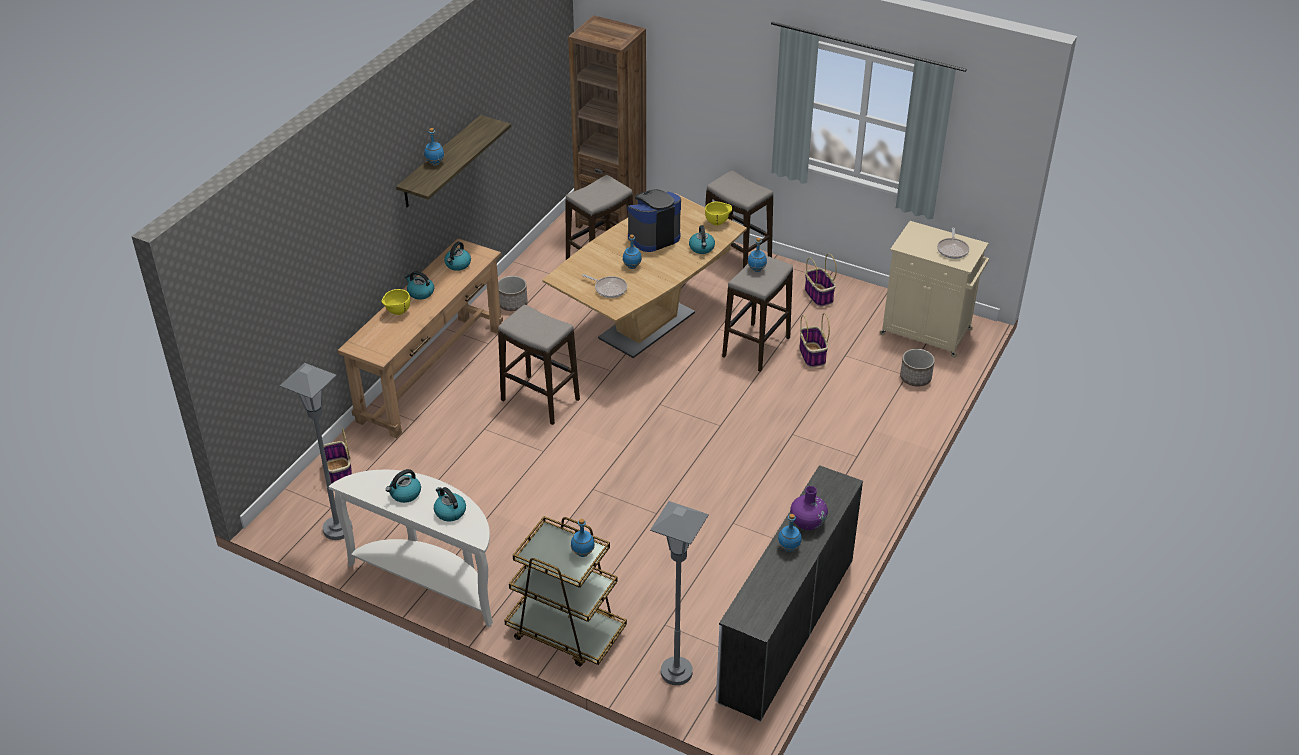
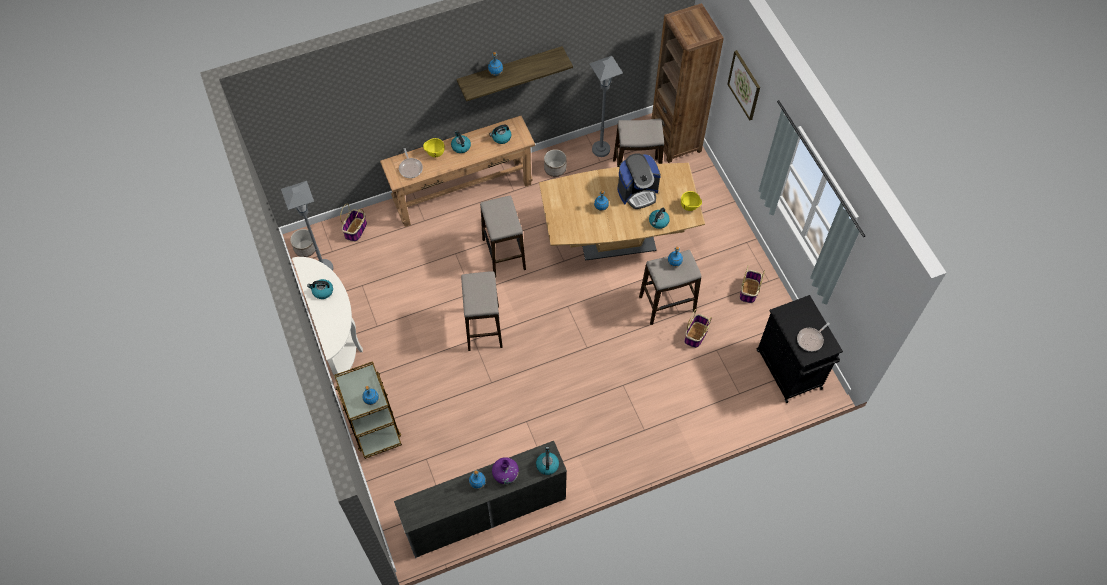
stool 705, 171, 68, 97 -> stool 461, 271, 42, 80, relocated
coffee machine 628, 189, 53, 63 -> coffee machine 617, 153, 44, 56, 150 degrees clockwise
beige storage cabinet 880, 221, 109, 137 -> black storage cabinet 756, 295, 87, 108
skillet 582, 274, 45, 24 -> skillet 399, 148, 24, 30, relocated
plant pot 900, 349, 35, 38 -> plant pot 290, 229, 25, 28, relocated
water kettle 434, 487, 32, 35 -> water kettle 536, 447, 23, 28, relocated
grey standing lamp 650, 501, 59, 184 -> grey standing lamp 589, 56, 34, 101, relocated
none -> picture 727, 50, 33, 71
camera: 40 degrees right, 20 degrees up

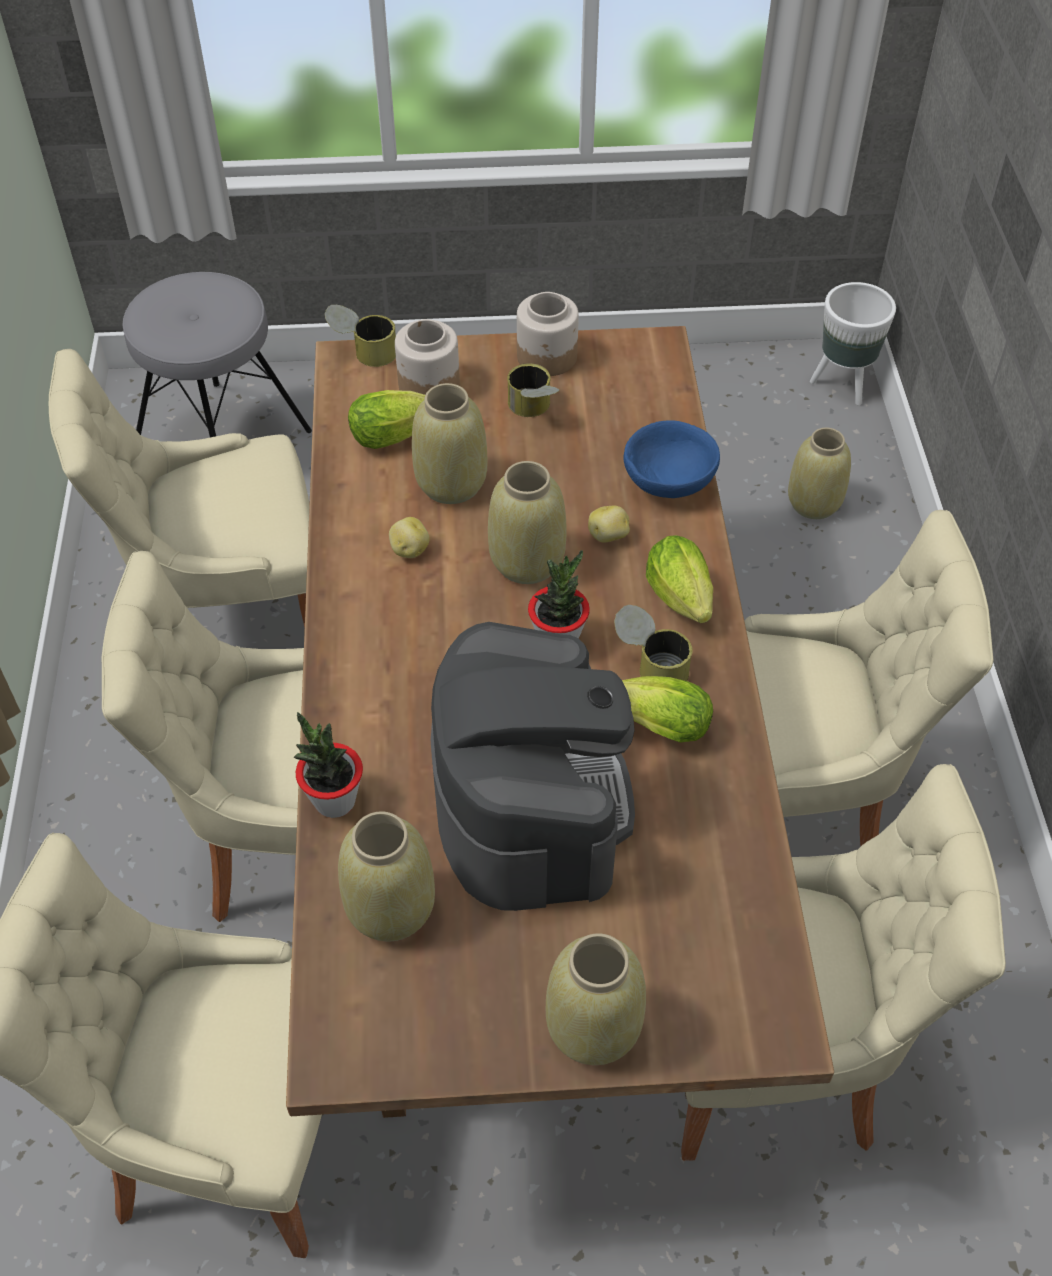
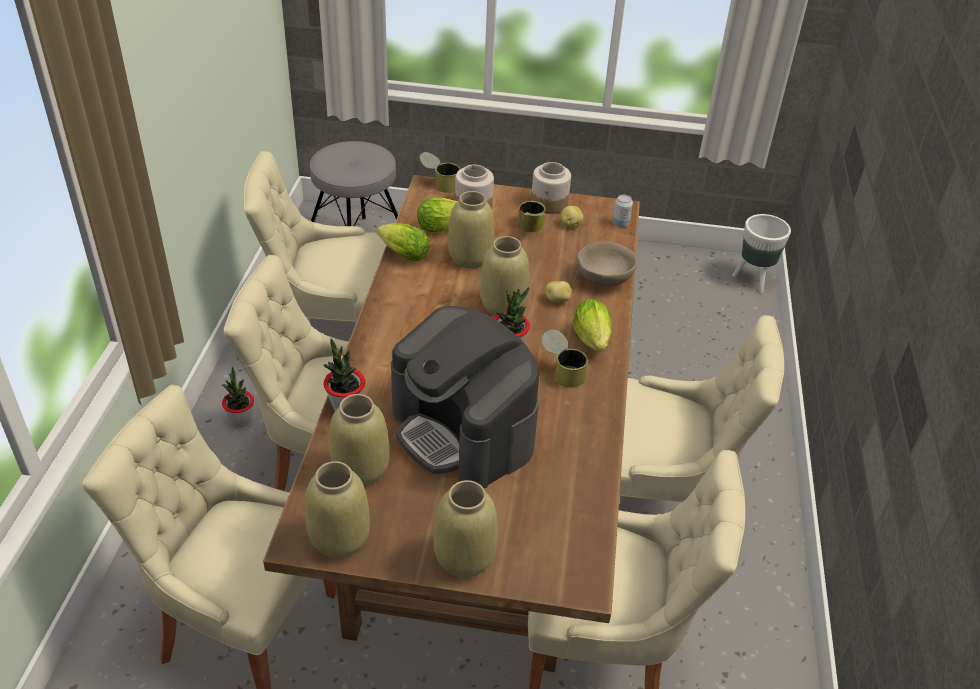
blue bowl 624, 420, 96, 78 -> beige bowl 576, 241, 61, 46
beige flower vase 788, 428, 63, 91 -> beige flower vase 305, 461, 65, 97, relocated
spud 389, 517, 41, 41 -> spud 561, 206, 22, 22, relocated
coffee machine 431, 622, 204, 289 -> coffee machine 391, 306, 148, 182, 135 degrees clockwise
lettuce 622, 676, 91, 67 -> lettuce 377, 223, 53, 38, relocated
none -> metal can 613, 195, 20, 32
none -> houseplant 221, 367, 33, 60
camera: 10 degrees right, 10 degrees down

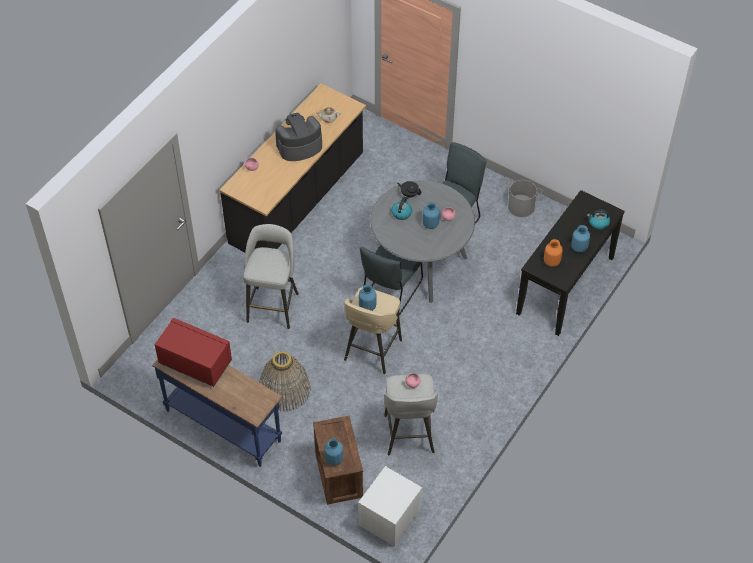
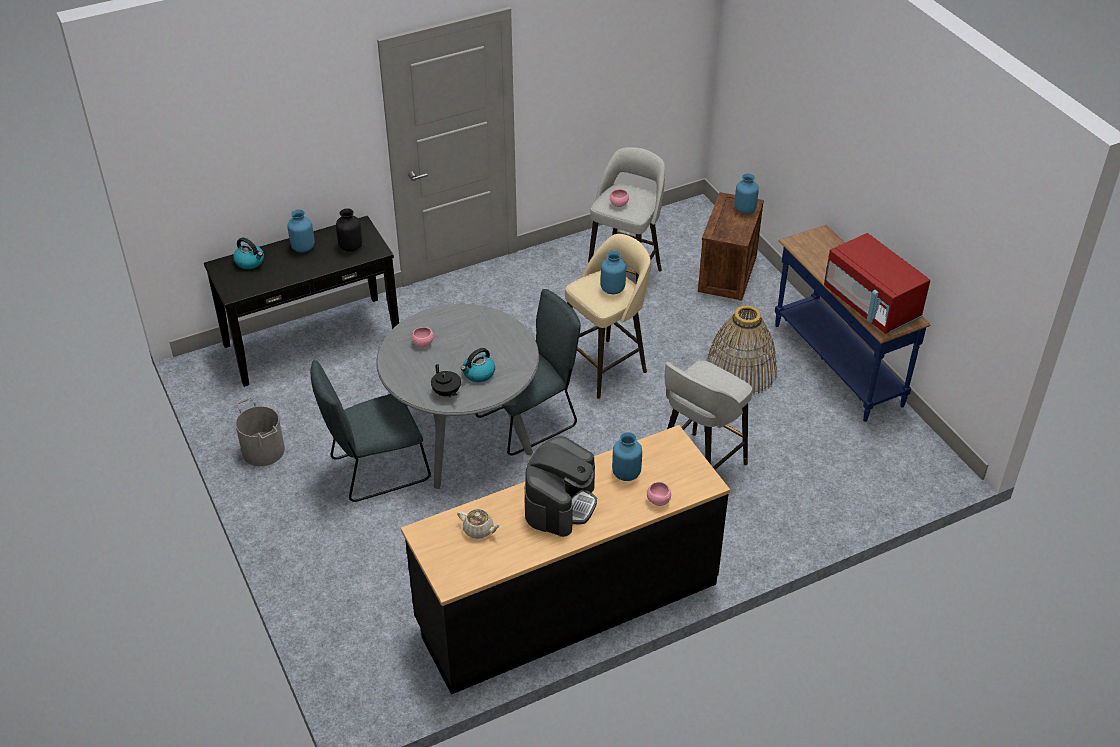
coffee machine 275, 113, 47, 48 -> coffee machine 525, 436, 72, 101, 75 degrees counterclockwise
blue flower vase 423, 202, 17, 27 -> blue flower vase 612, 432, 30, 49, relocated
orange flower vase 544, 239, 19, 28 -> black flower vase 336, 209, 26, 42
white-coloured night table 358, 466, 64, 81 -> none
camera: 150 degrees left, 10 degrees down

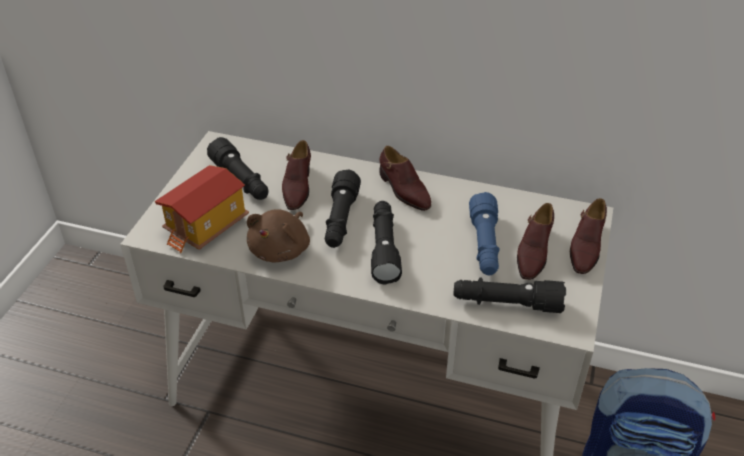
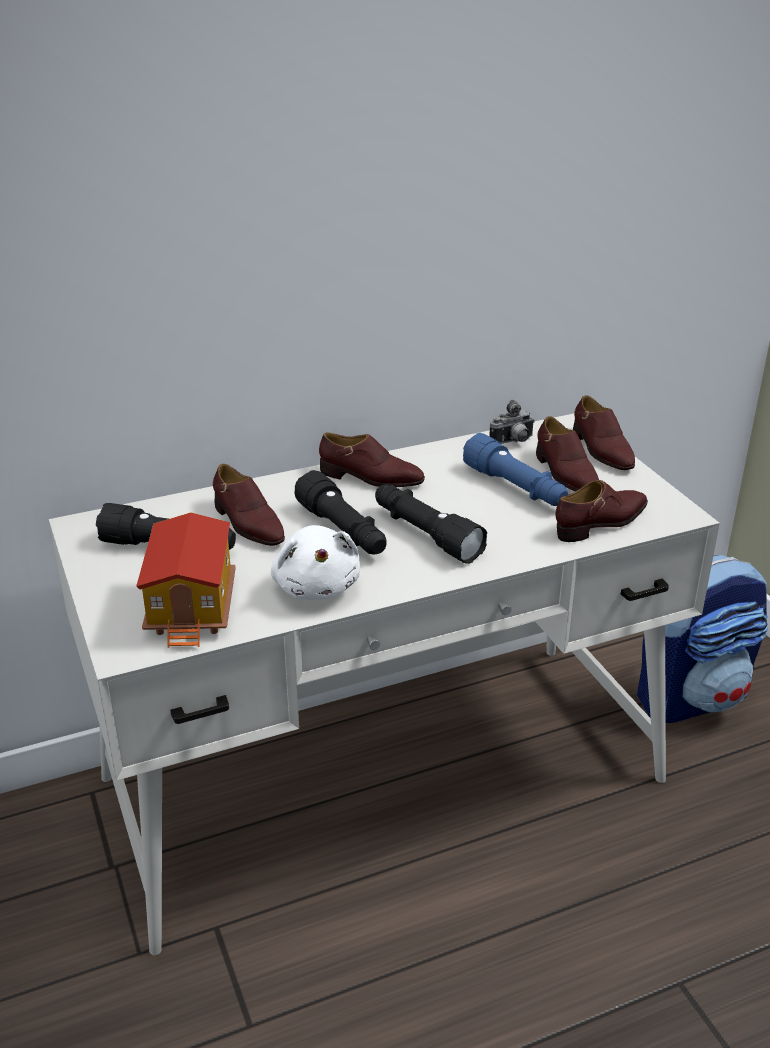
brown-coloured cuddly toy 247, 209, 63, 53 -> white-coloured cuddly toy 271, 525, 89, 75
black flashlight 454, 277, 112, 36 -> brown-coloured shoe 555, 480, 93, 62
none -> still camera 489, 400, 46, 44
camera: 40 degrees left, 10 degrees down

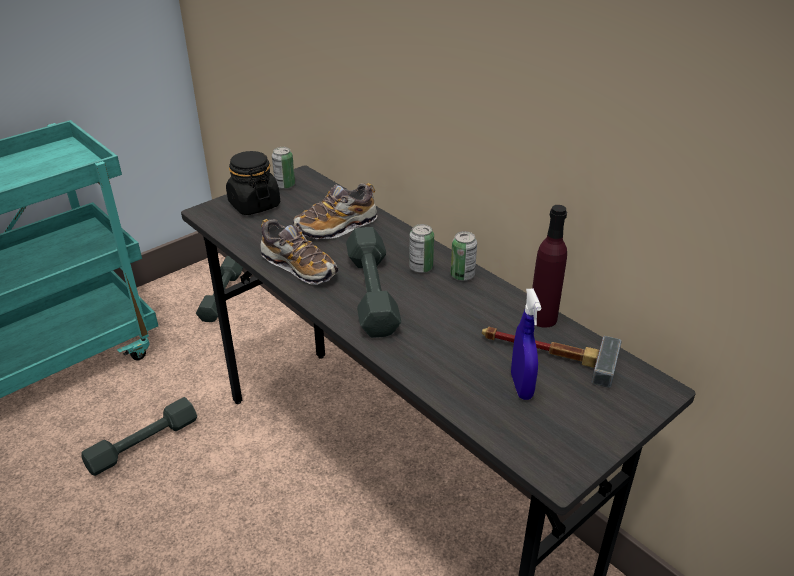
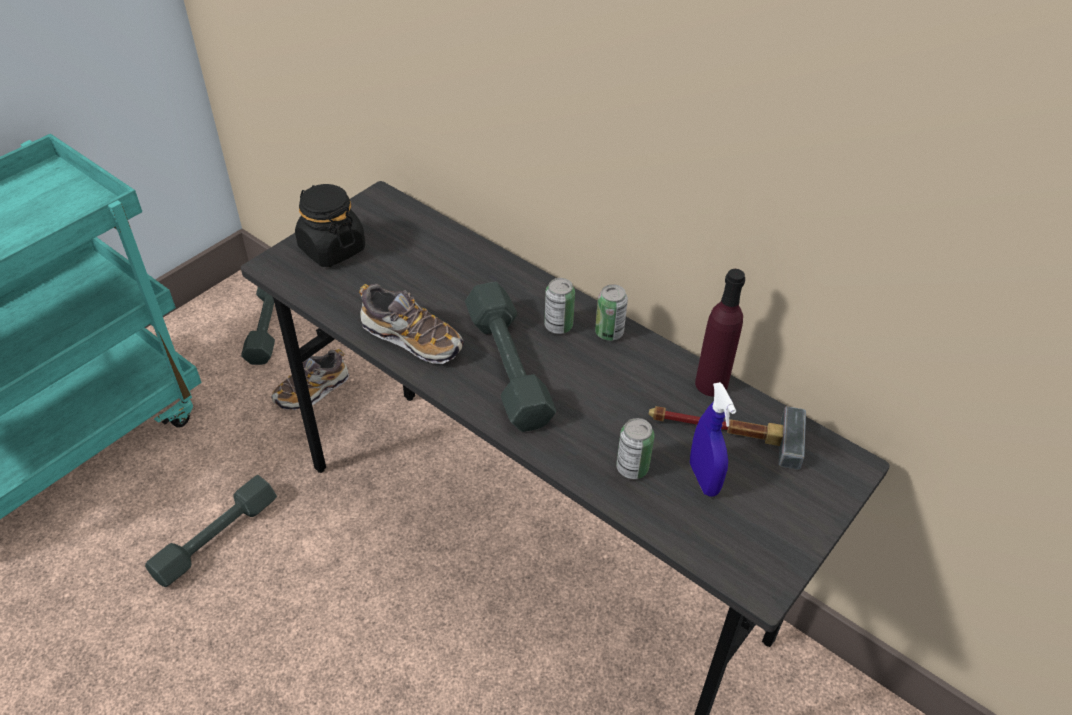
metal can 272, 147, 23, 42 -> metal can 616, 418, 39, 61, relocated
shoe 293, 183, 84, 56 -> shoe 271, 349, 78, 61, relocated
camera: 10 degrees left, 10 degrees up

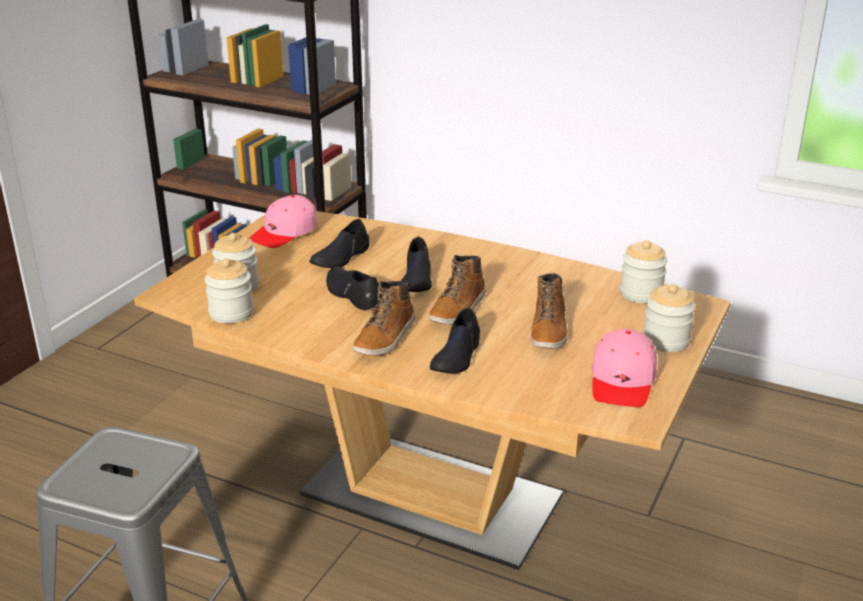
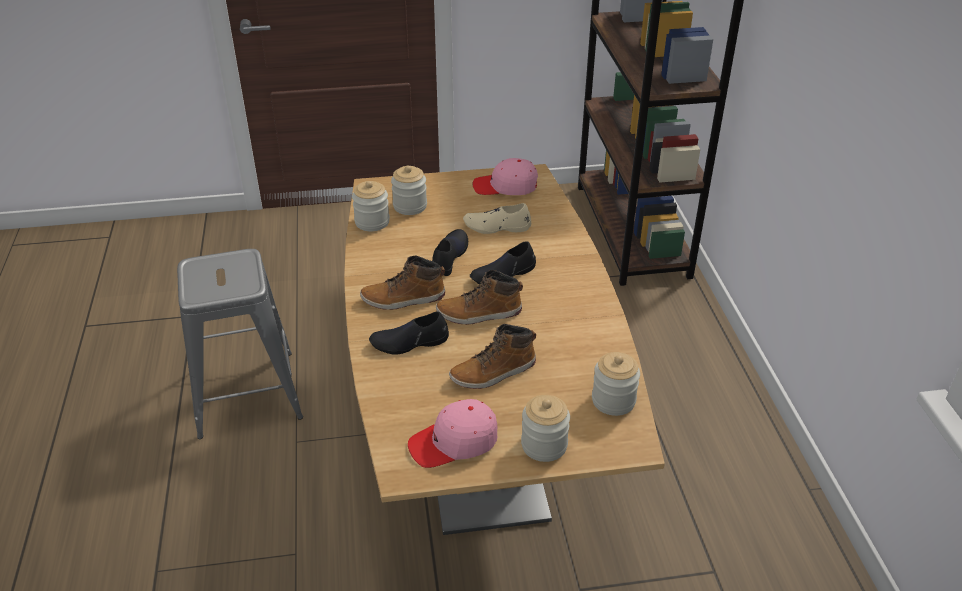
black shoe 309, 219, 61, 49 -> beige shoe 463, 203, 68, 31
camera: 55 degrees right, 10 degrees up

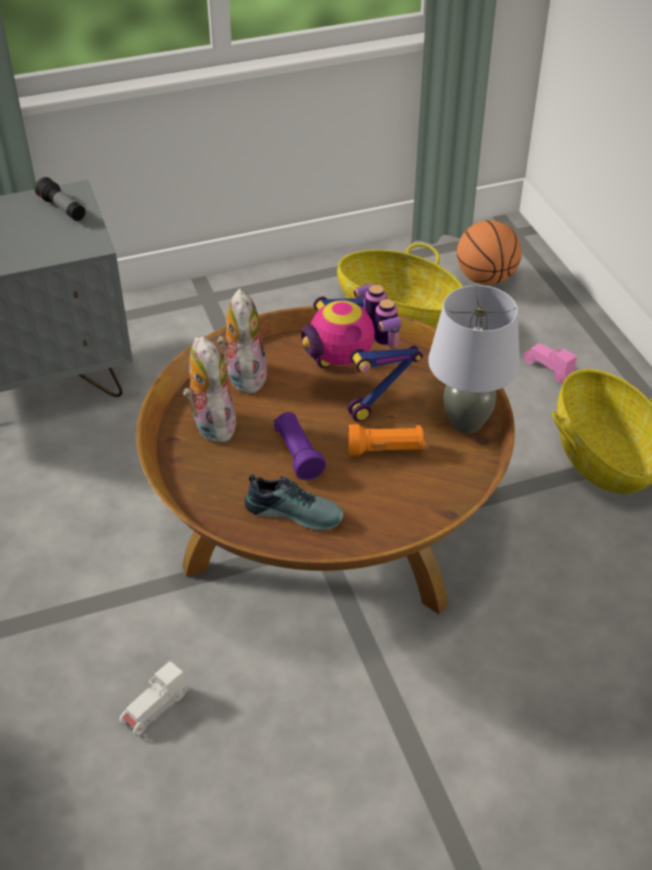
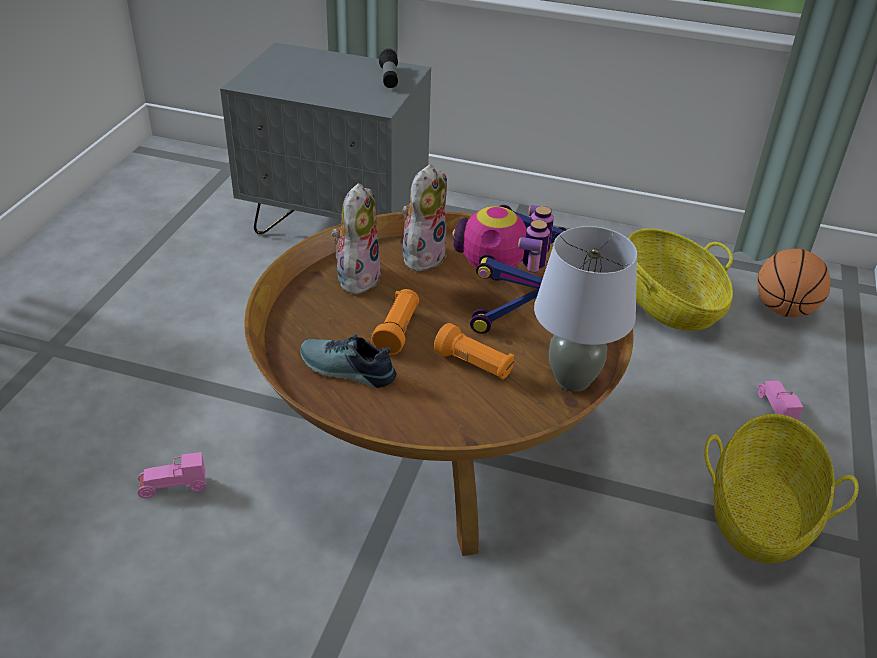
purple-coloured flashlight 274, 412, 52, 68 -> orange flashlight 371, 289, 48, 66
shoe 244, 474, 100, 57 -> shoe 300, 334, 96, 54, 150 degrees clockwise
white-coloured miniature car 119, 661, 68, 74 -> pinkish miniature car 138, 452, 68, 46
camera: 35 degrees right, 5 degrees down

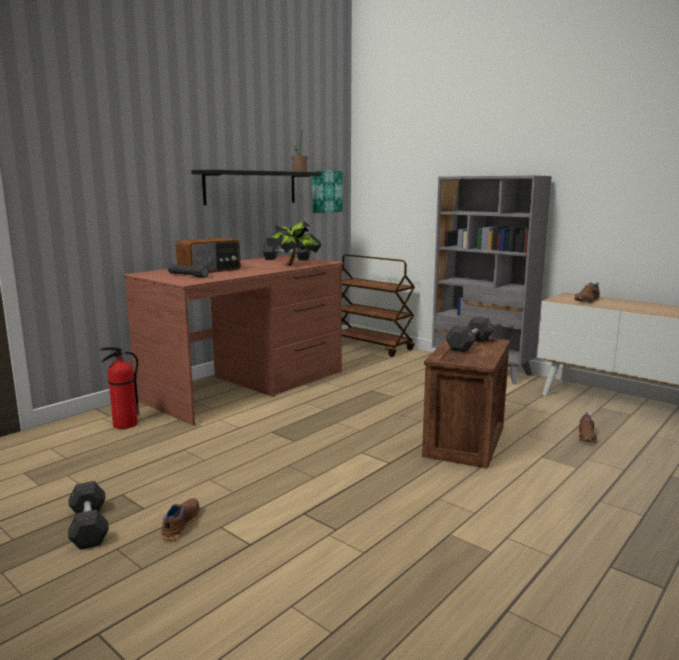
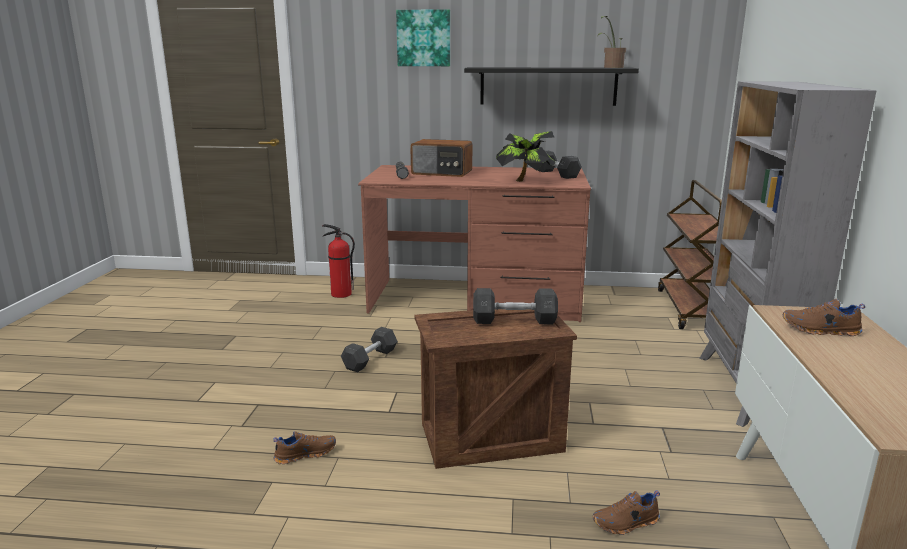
picture 312, 170, 31, 43 -> picture 396, 9, 54, 57, relocated
grey free weight 68, 481, 41, 69 -> grey free weight 341, 327, 57, 45, relocated
brown-coloured shoe 161, 498, 38, 42 -> brown-coloured shoe 273, 431, 63, 33, relocated
camera: 55 degrees right, 5 degrees up

